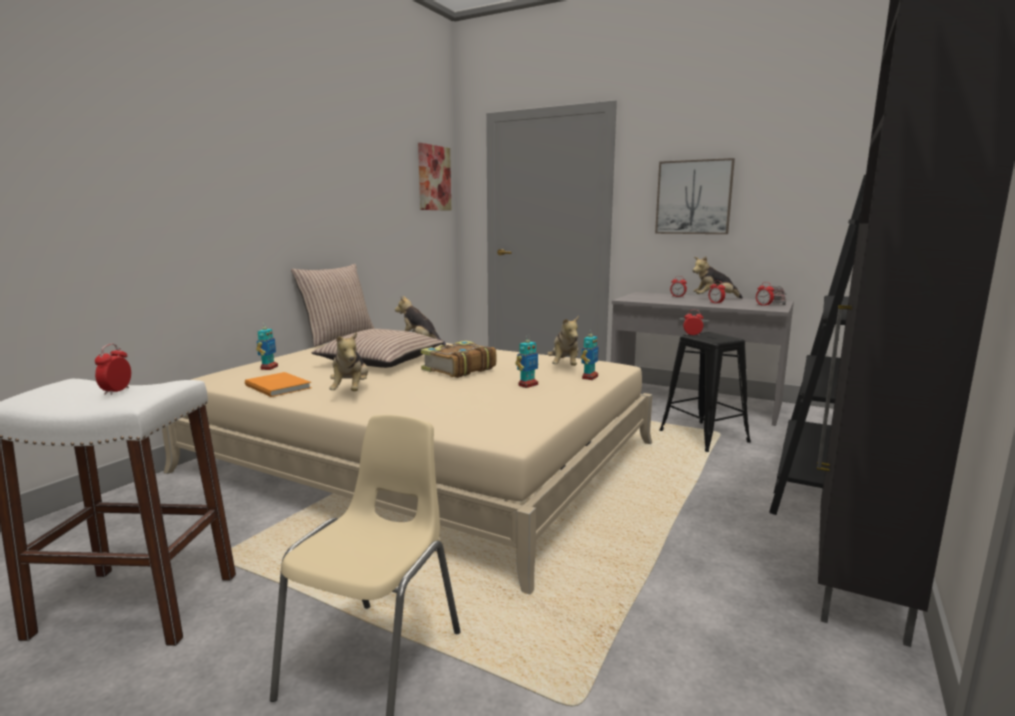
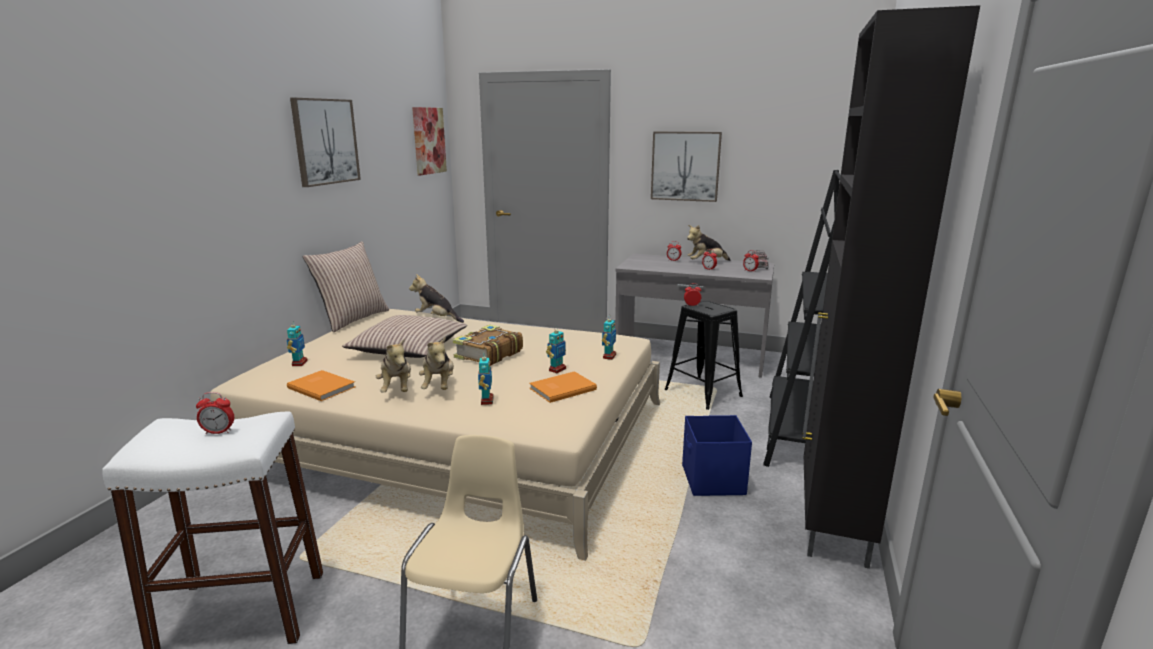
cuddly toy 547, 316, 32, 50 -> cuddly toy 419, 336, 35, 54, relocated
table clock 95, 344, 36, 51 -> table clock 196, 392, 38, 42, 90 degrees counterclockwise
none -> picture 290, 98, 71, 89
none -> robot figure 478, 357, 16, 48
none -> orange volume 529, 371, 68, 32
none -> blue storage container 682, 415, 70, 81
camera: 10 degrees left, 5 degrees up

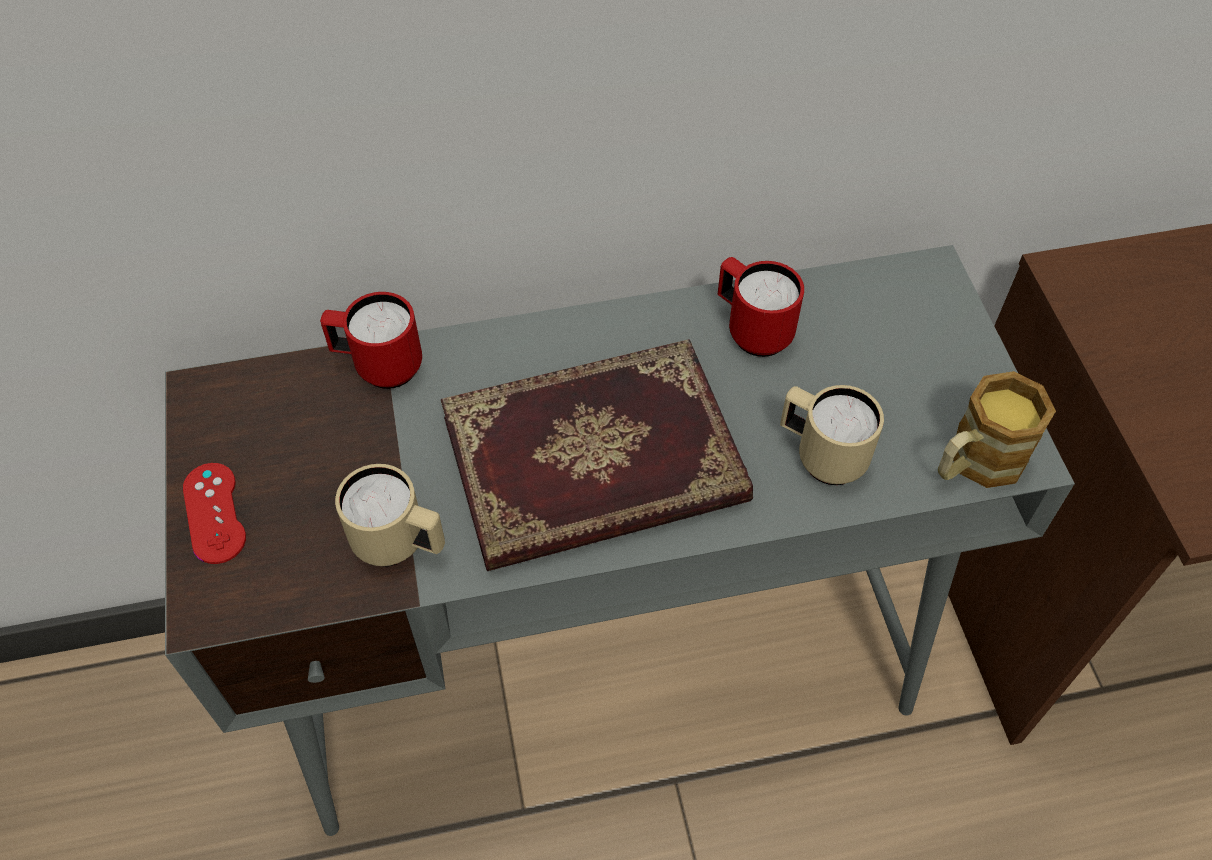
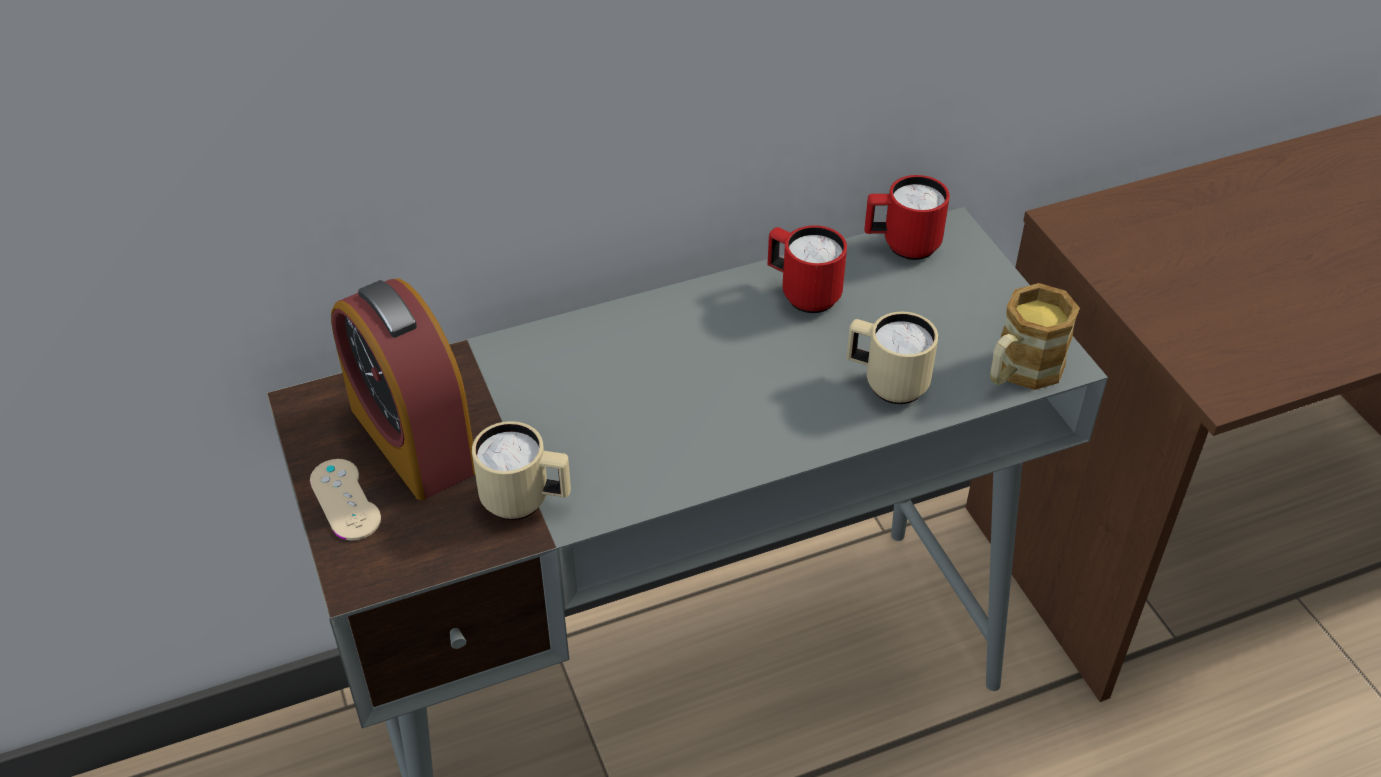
red-coloured coffee mug 320, 292, 102, 97 -> red-coloured coffee mug 864, 175, 86, 85, relocated
volume 441, 339, 312, 232 -> none
red-coloured game controller 183, 463, 63, 101 -> beige game controller 310, 459, 71, 82
none -> table clock 331, 278, 144, 222
camera: 10 degrees left, 10 degrees down

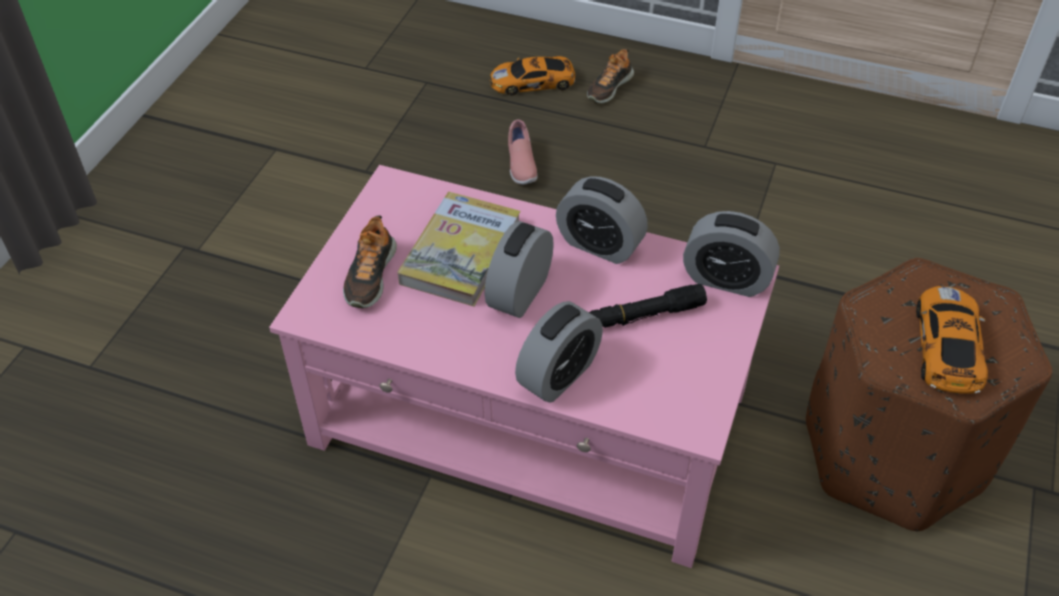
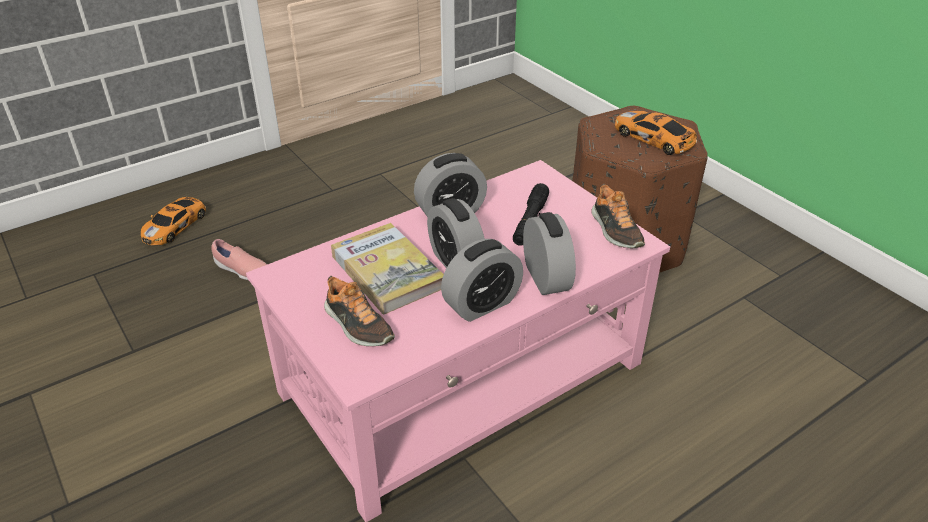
shoe 587, 49, 47, 54 -> shoe 591, 184, 54, 64, relocated
table clock 683, 211, 97, 86 -> table clock 441, 239, 82, 83, relocated
camera: 55 degrees left, 10 degrees down

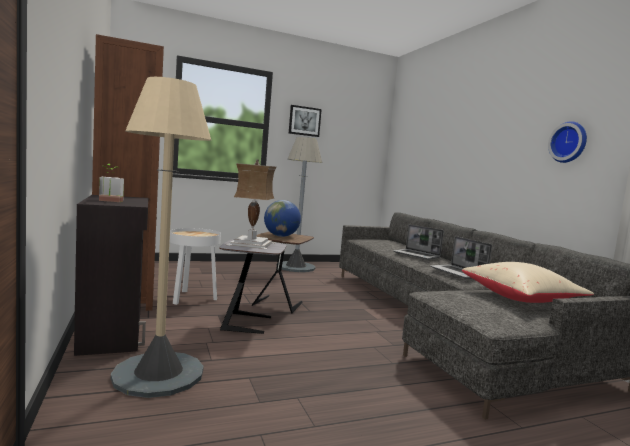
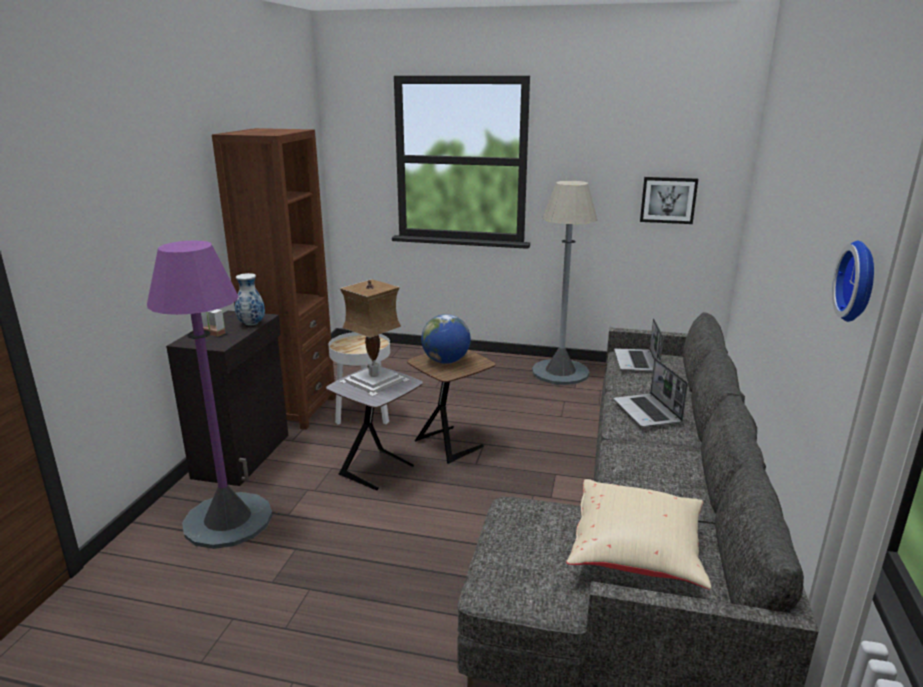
beige standing lamp 111, 77, 100, 321 -> purple-coloured standing lamp 147, 240, 125, 309
picture 289, 105, 33, 32 -> picture 640, 177, 58, 47, relocated
laptop 430, 236, 62, 43 -> laptop 614, 318, 49, 54, relocated
none -> flower vase 235, 273, 30, 53
camera: 35 degrees right, 15 degrees up

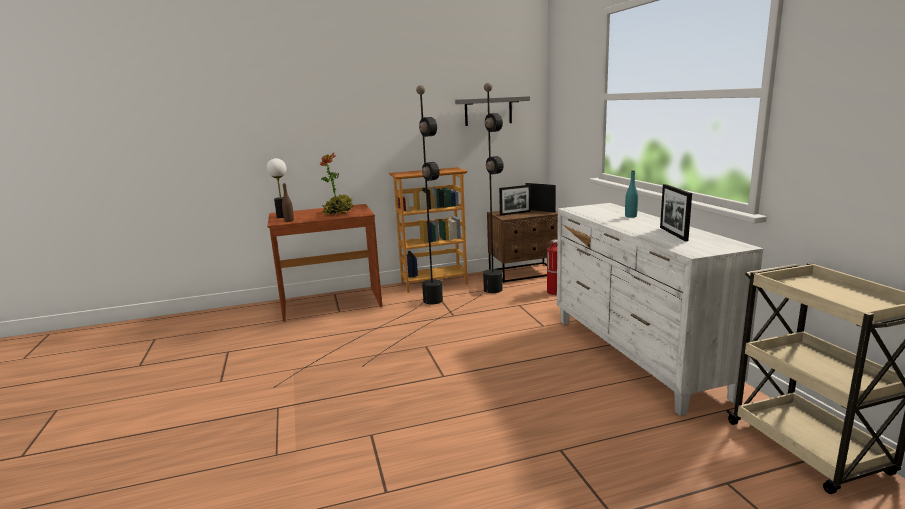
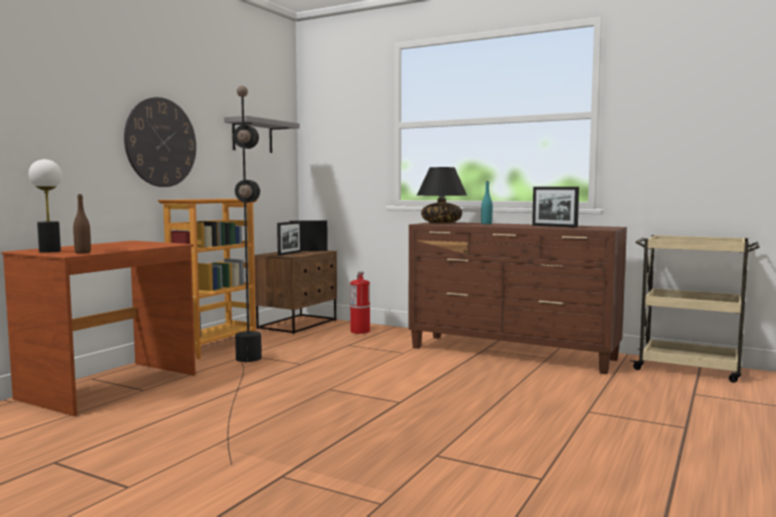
black standing lamp 362, 83, 141, 284 -> none
houseplant 320, 153, 33, 61 -> none
white-coloured chest of drawers 557, 203, 206, 213 -> brown-coloured chest of drawers 408, 222, 219, 152
none -> hanging clock 124, 97, 72, 90
none -> black tabletop lamp 417, 167, 50, 56
camera: 45 degrees left, 10 degrees down

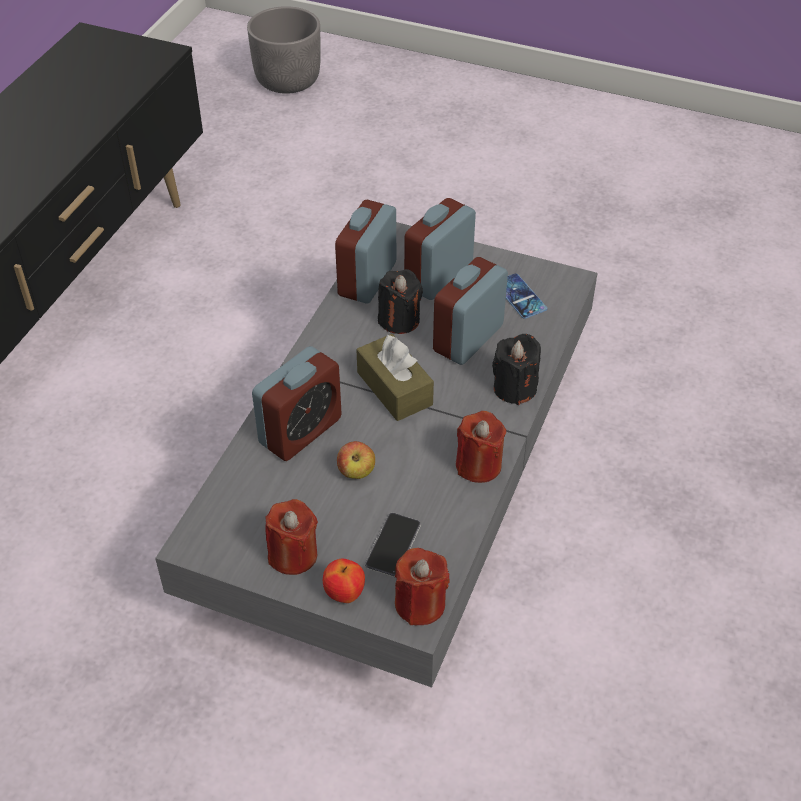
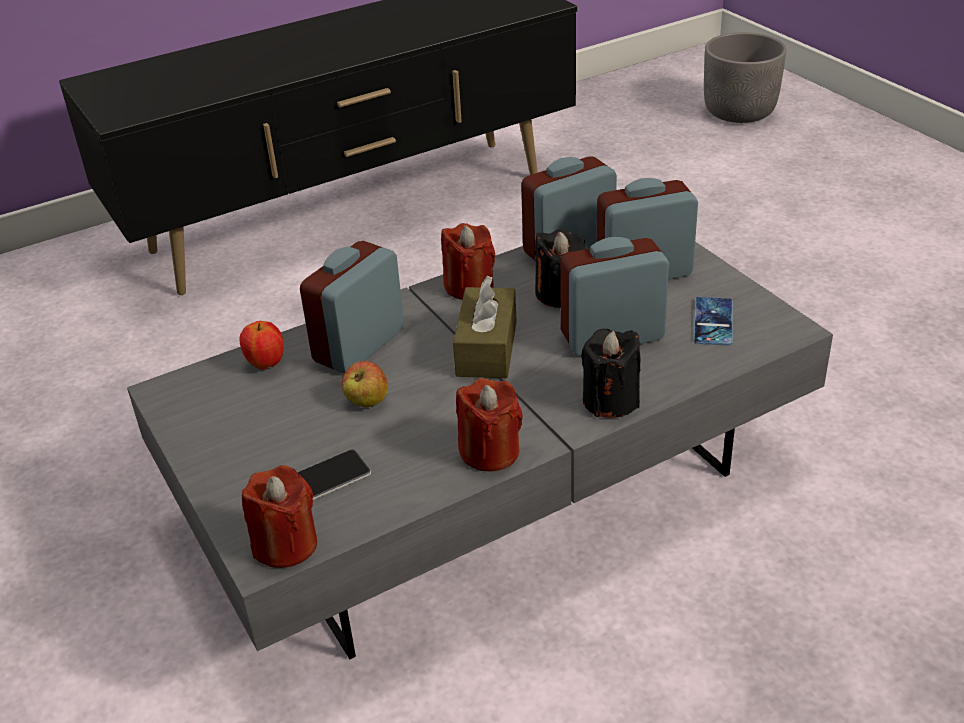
table clock 252, 346, 90, 115 -> table clock 300, 241, 104, 133, 135 degrees clockwise
red-coloured candle 265, 499, 53, 76 -> red-coloured candle 441, 223, 54, 77, relocated
whole apple 323, 559, 42, 44 -> whole apple 239, 321, 45, 49, relocated
camera: 40 degrees right, 10 degrees down

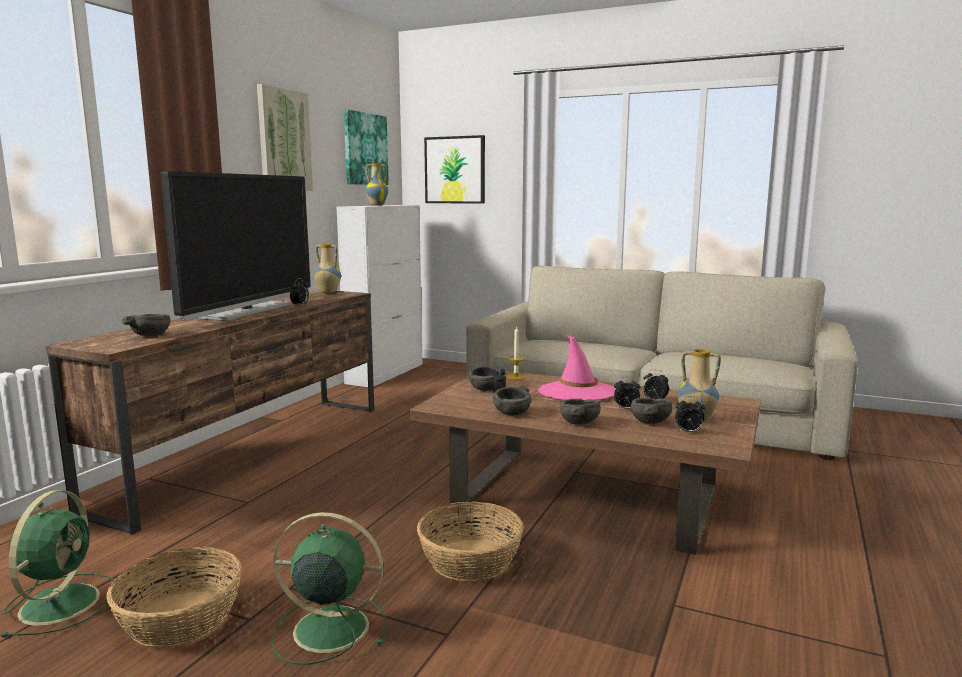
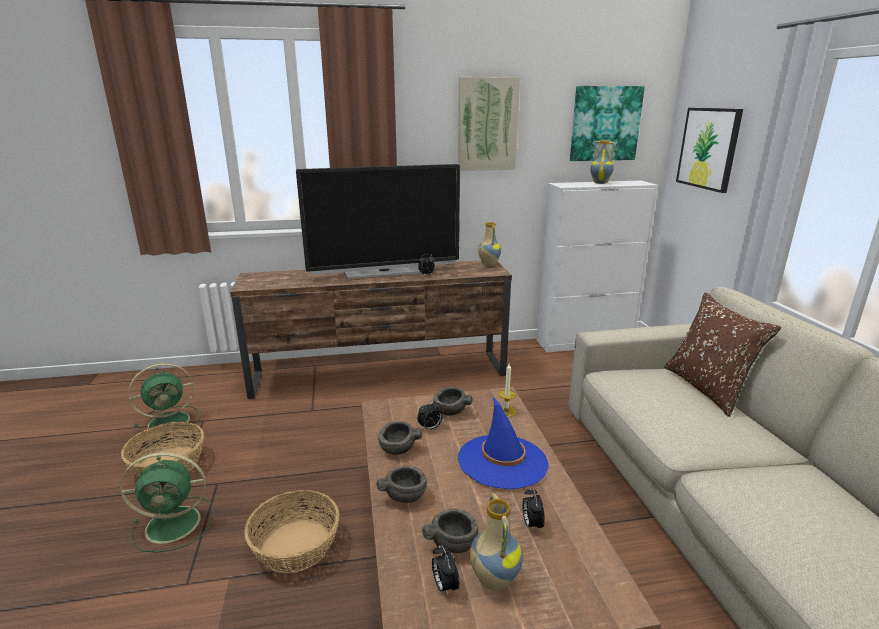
grey bowl 122, 314, 49, 22 -> none
pinkish hat 538, 334, 78, 66 -> blue hat 458, 397, 91, 92
table clock 614, 377, 26, 32 -> none
greenish fan 271, 512, 115, 153 -> greenish fan 120, 452, 94, 101, 105 degrees clockwise
none -> brown-coloured cushion 665, 292, 116, 125
camera: 55 degrees right, 10 degrees up

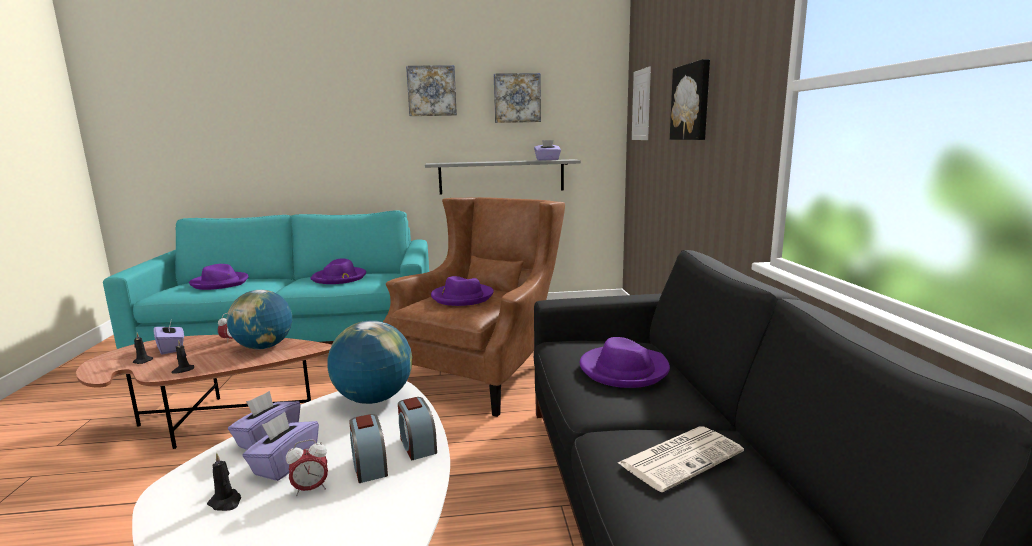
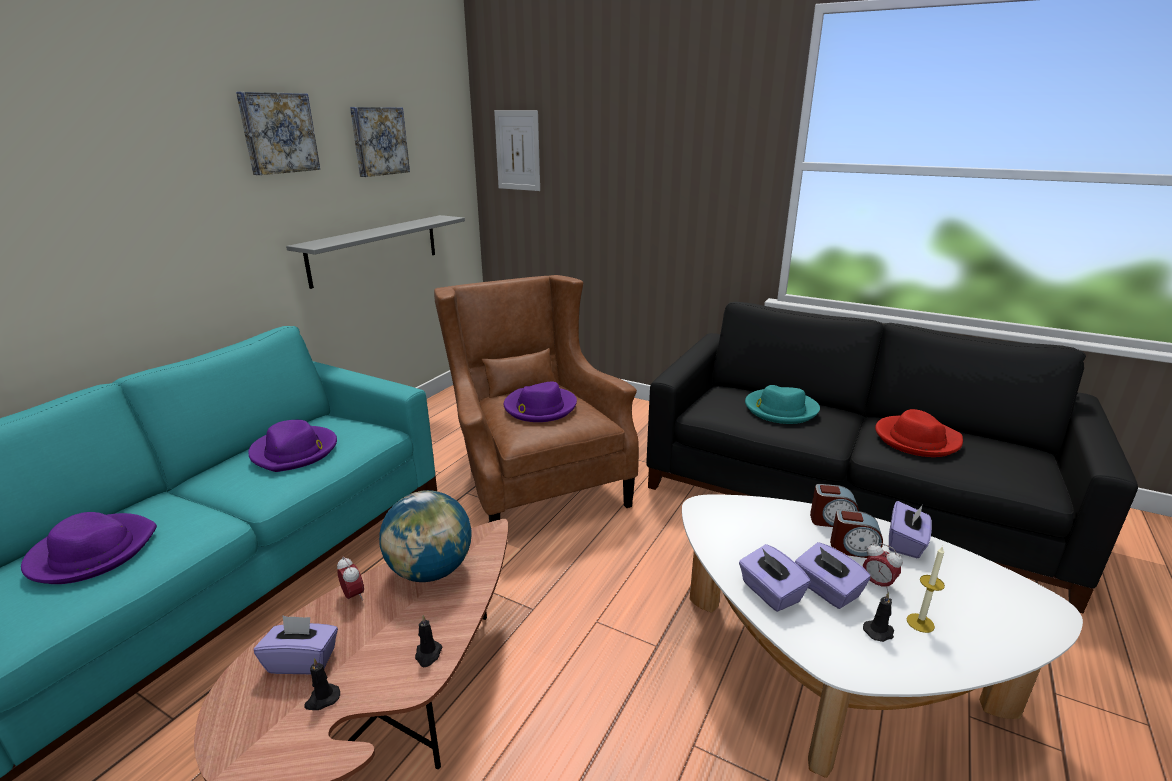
picture 670, 59, 40, 81 -> none
purple-coloured tissue holder 534, 140, 27, 21 -> purple-coloured tissue holder 889, 501, 43, 57, relocated
world globe 327, 320, 85, 84 -> none
purple-coloured hat 580, 337, 90, 51 -> blue-green hat 745, 385, 75, 39
newspaper 618, 426, 126, 66 -> red-coloured hat 875, 409, 88, 48
table clock 286, 439, 42, 57 -> table clock 863, 543, 40, 49, 120 degrees clockwise
none -> candle 906, 546, 39, 87
camera: 55 degrees left, 10 degrees up

